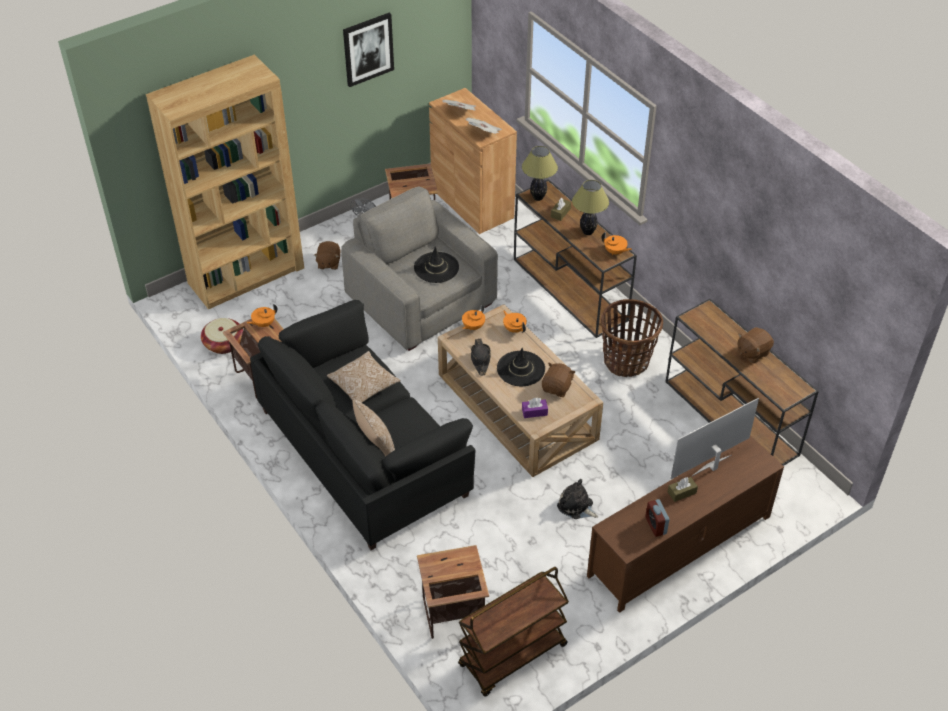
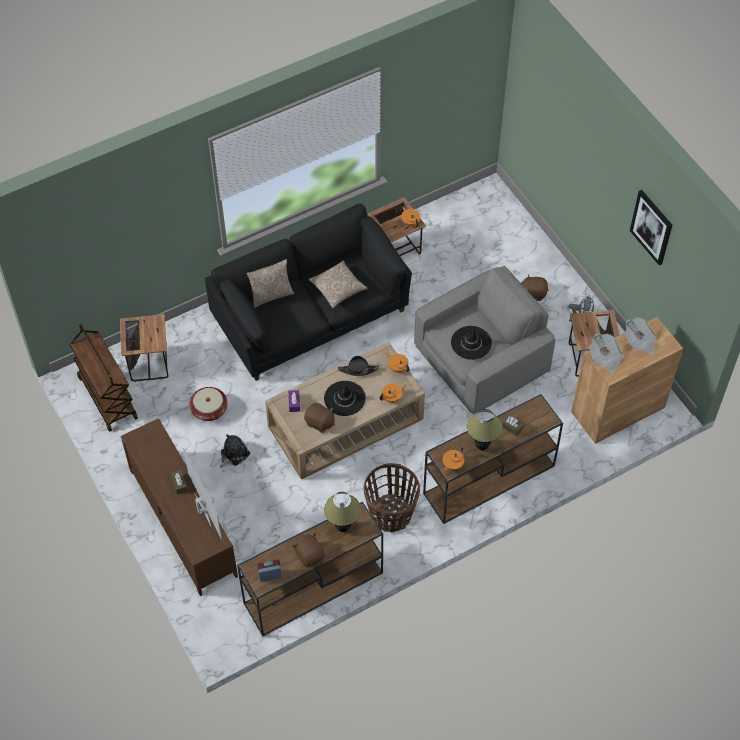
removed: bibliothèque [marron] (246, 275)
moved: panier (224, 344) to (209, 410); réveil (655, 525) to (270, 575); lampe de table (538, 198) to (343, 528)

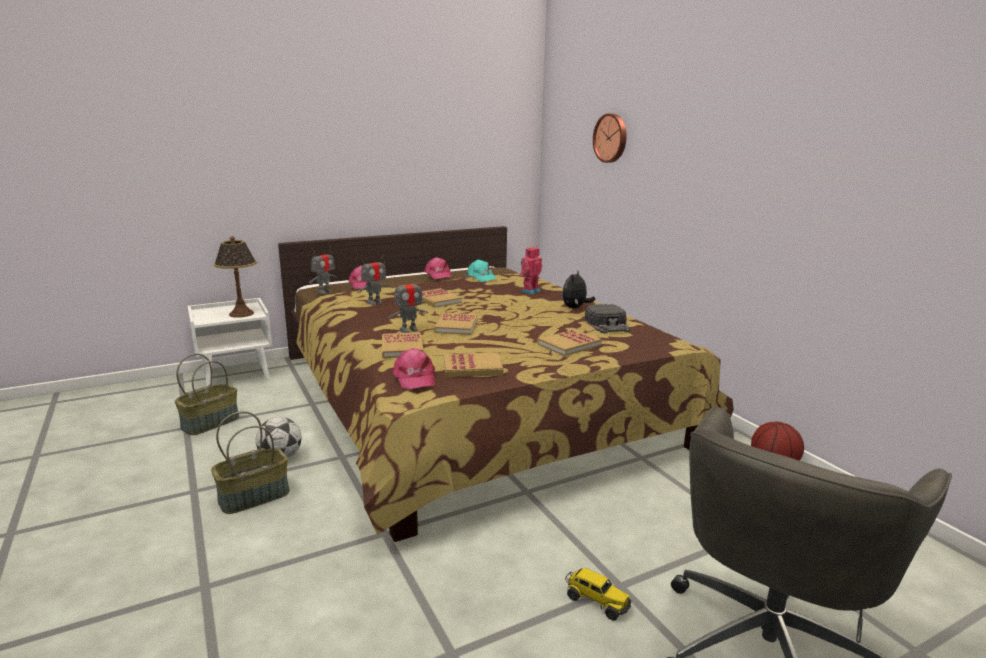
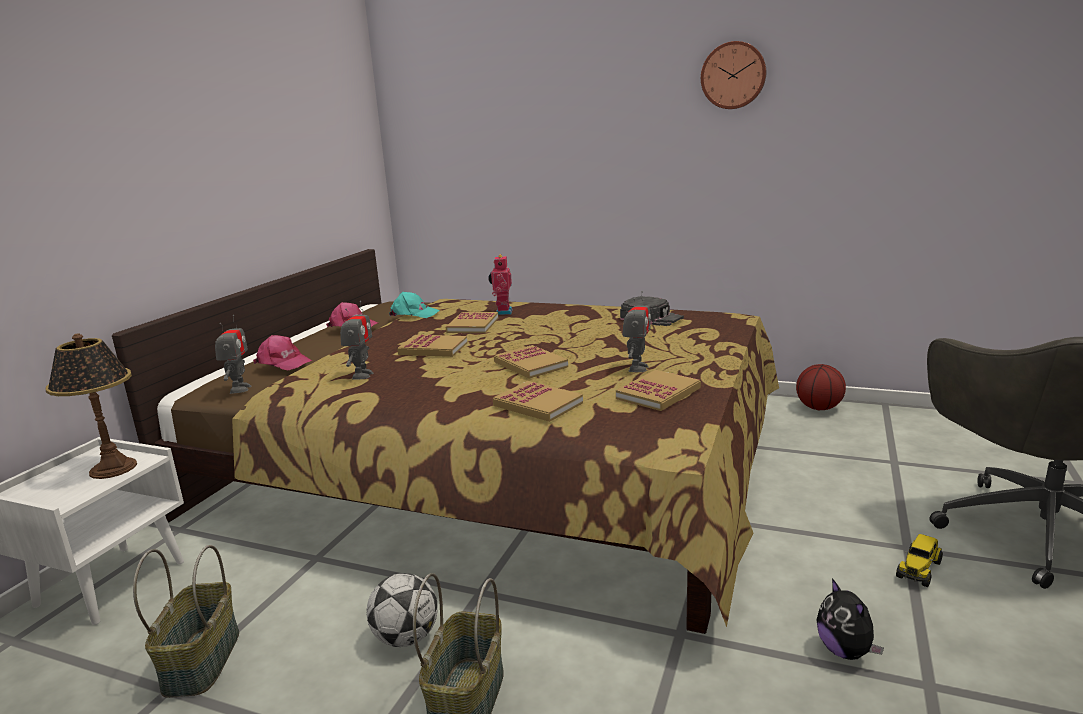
removed: casquette [rose] (414, 378)
moved: livre (569, 345) to (473, 325); robot jouet (409, 330) to (637, 368); horloge murale (611, 138) to (733, 75); peluche (575, 308) to (845, 651)
turned: camion jouet (596, 601) = (919, 569) 135 degrees clockwise

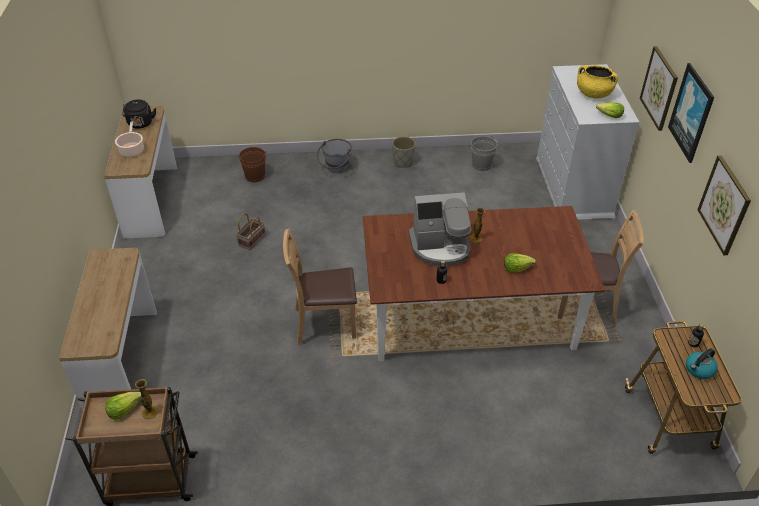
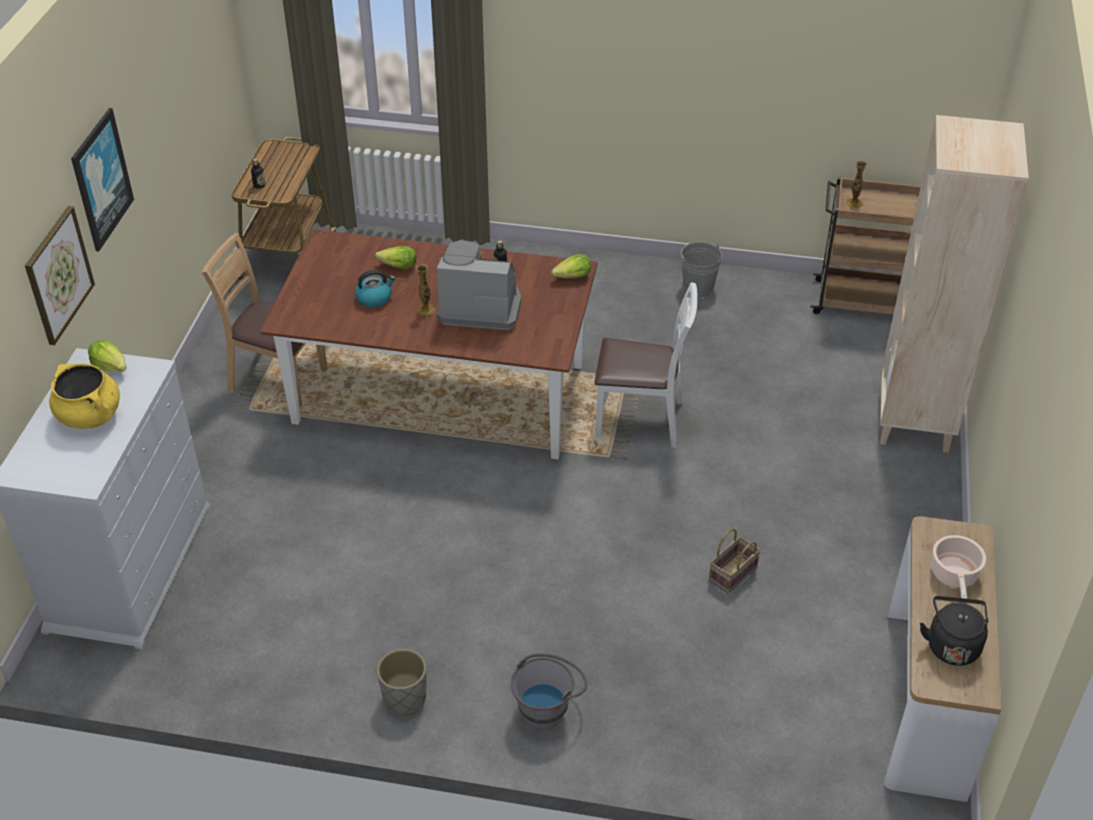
removed: seau [marron] (255, 176); tableau (724, 205)
moved: bouilloire (699, 370) to (374, 298); laitue (124, 409) to (573, 277); seau [gris] (481, 165) to (698, 287)
replaced: table console (124, 362) to bibliothèque [beige] (915, 421)
recoloured: chaise [marron] (324, 324) to chaise [blanc] (641, 420)

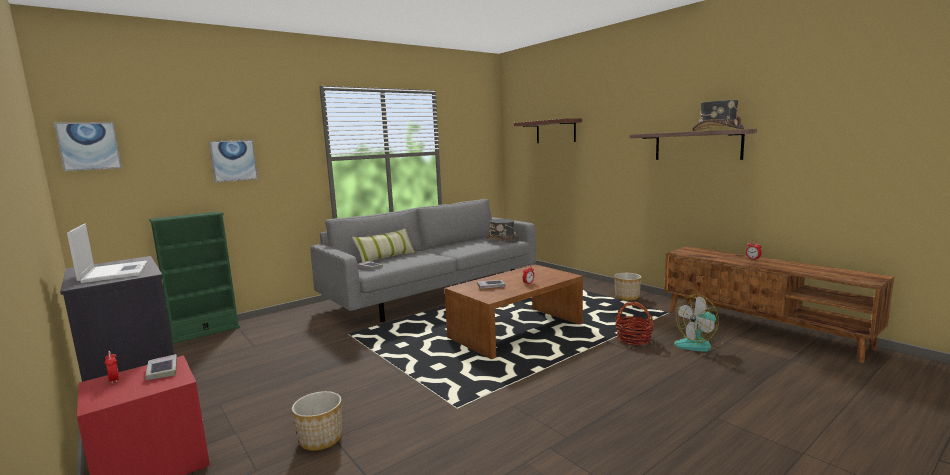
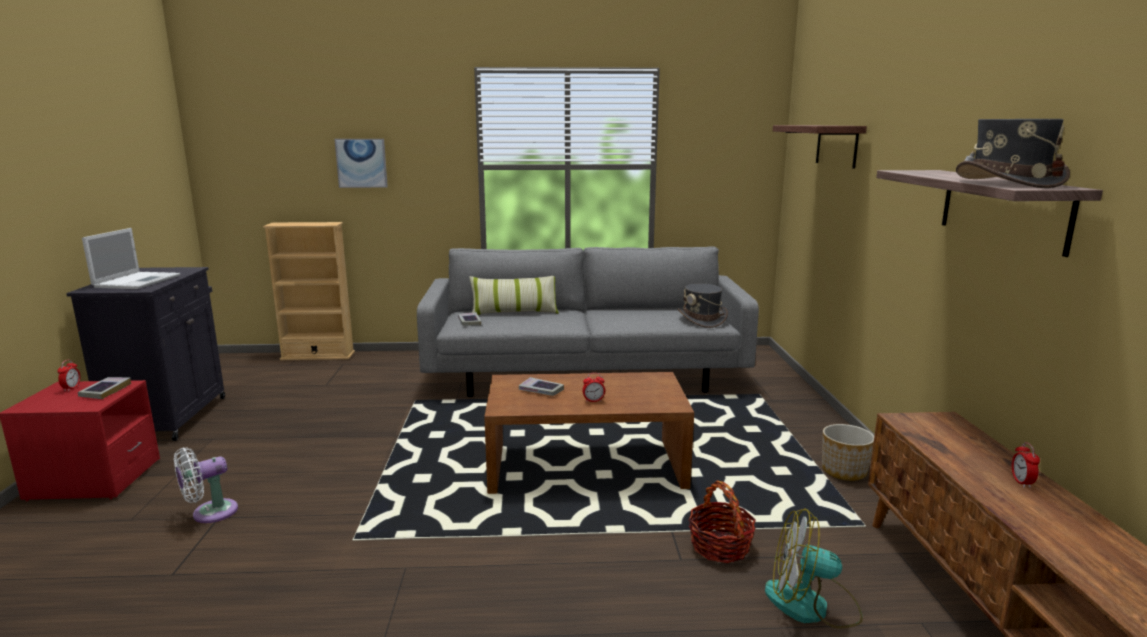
removed: tableau (89, 146)
replaced: cache-pot (321, 439) to ventilateur [blanc] (210, 513)
recoloured: bibliothèque [vert] (205, 332) to bibliothèque [beige] (318, 356)

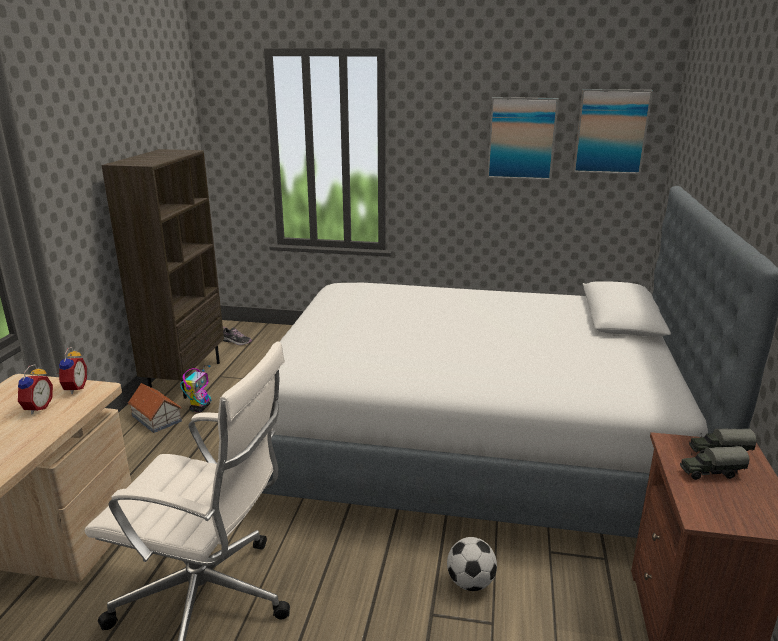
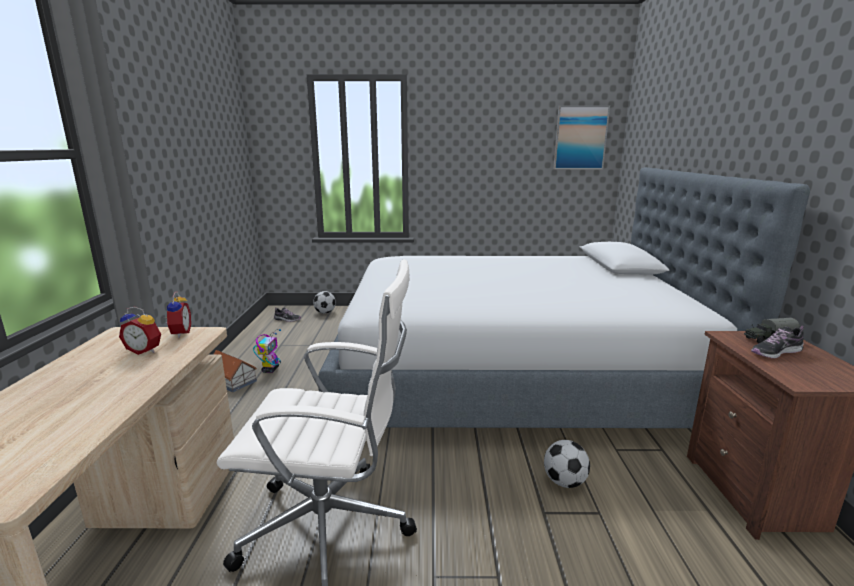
removed: bibliothèque [marron] (185, 377); tableau (521, 138)
added: ballon de foot (325, 312)
replaced: camion jouet (710, 473) to chaussure (775, 352)
turned: réveil (36, 408) = (145, 350) 105 degrees clockwise

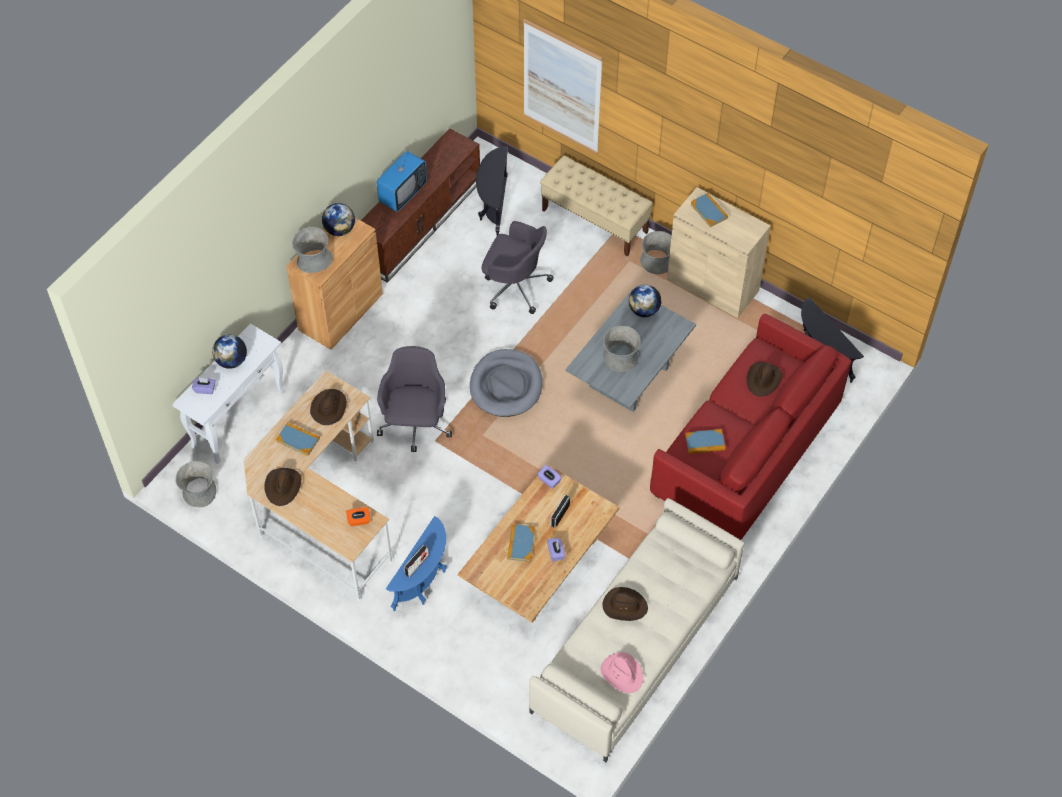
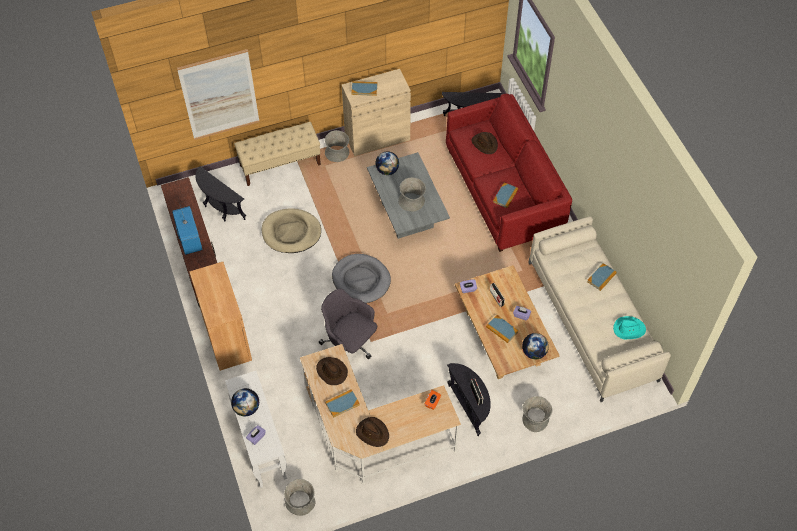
removed: chapeau [marron] (624, 606)
added: livre (601, 277)
moved: globe (339, 230) to (534, 352); vase [gris] (314, 260) to (535, 419)
replaced: chaise de bureau [gris] (515, 286) to panier pour chien [beige] (291, 232)
recoloured: table d'appoint [bleu] (423, 582) to table d'appoint [noir] (469, 407); chapeau [rose] (622, 673) to chapeau [turquoise] (629, 329)

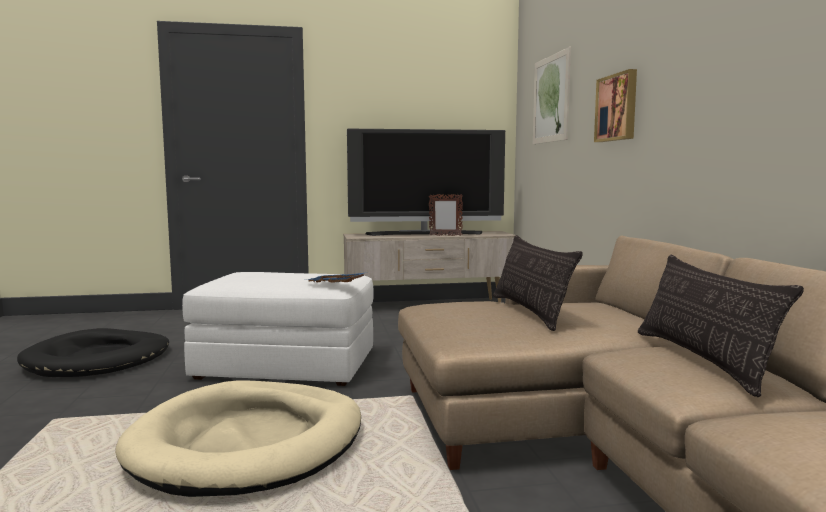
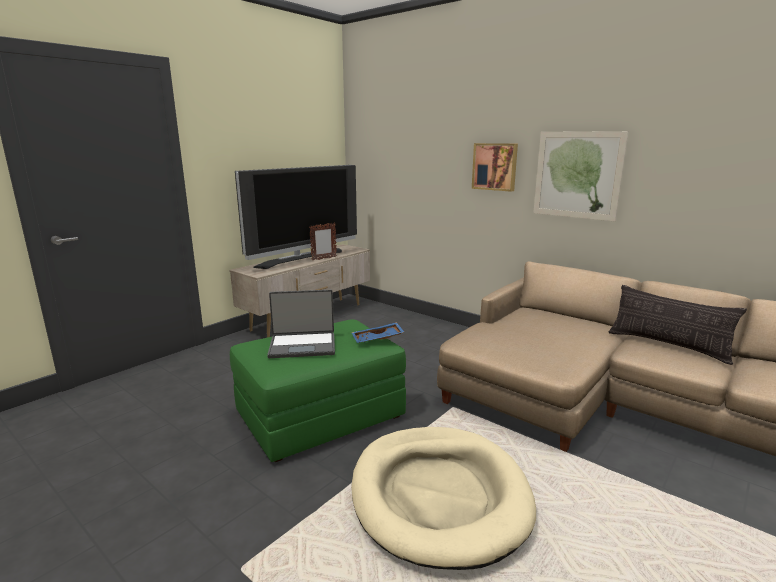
removed: panier pour chien [noir] (99, 359); coussin (529, 311)
added: ordinateur portable (303, 346)
moved: tableau (551, 99) to (577, 175)
recoloured: pouf [blanc] (287, 365) to pouf [vert] (321, 415)

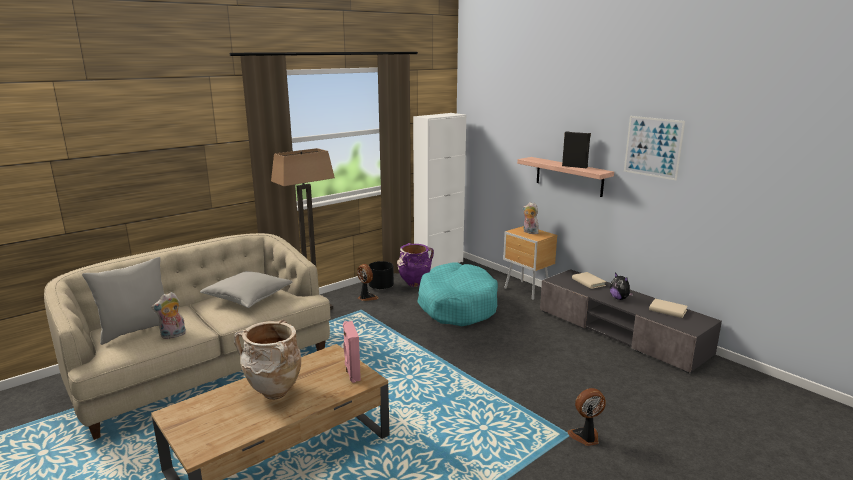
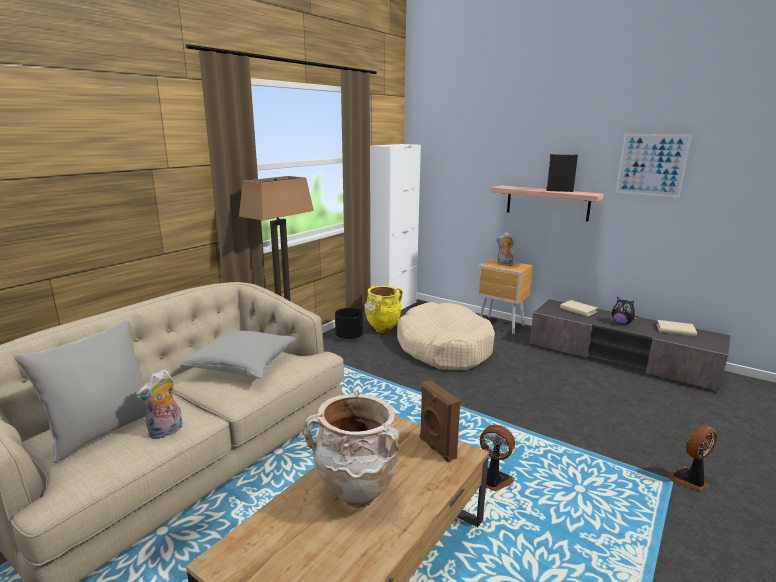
moved: ventilateur (366, 298) to (493, 481)
recoloured: vase [violet] (414, 284) to vase [jaune] (382, 330); panier pour chien [turquoise] (457, 306) to panier pour chien [beige] (444, 348); enceinte [rose] (351, 372) to enceinte [marron] (436, 448)

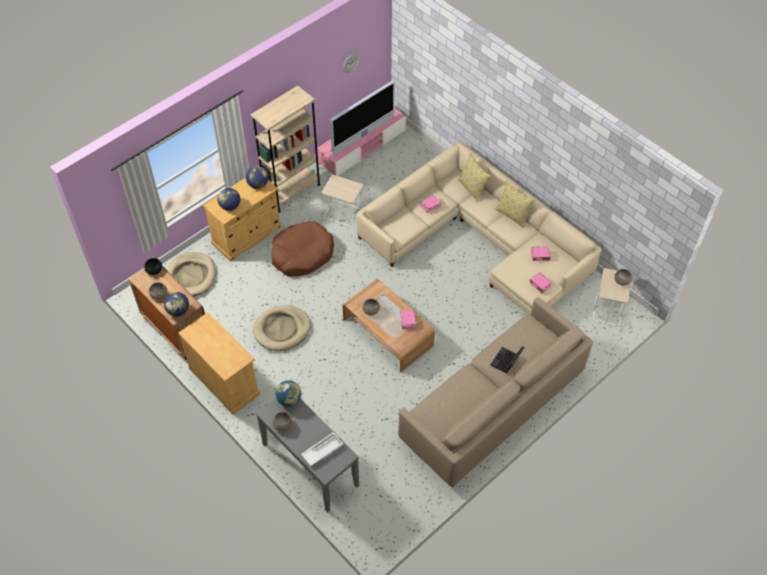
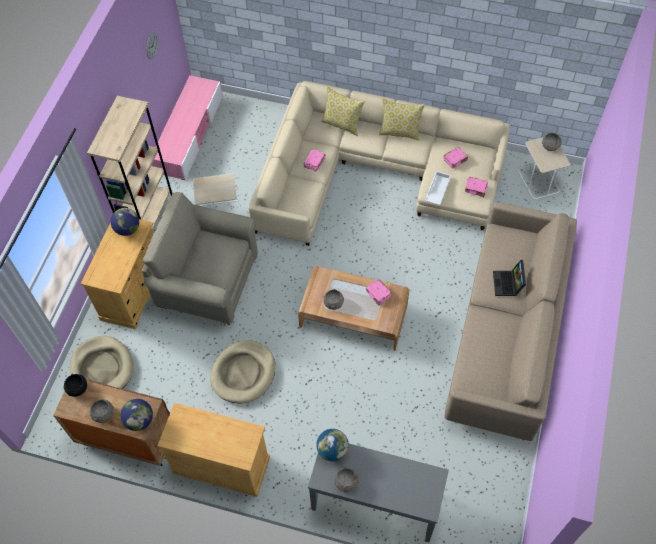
removed: globe (230, 206); téléviseur (363, 135)
moved: plateau [blanc] (322, 450) to (437, 190)
replaced: panier pour chien [marron] (302, 254) to fauteuil [beige] (207, 280)

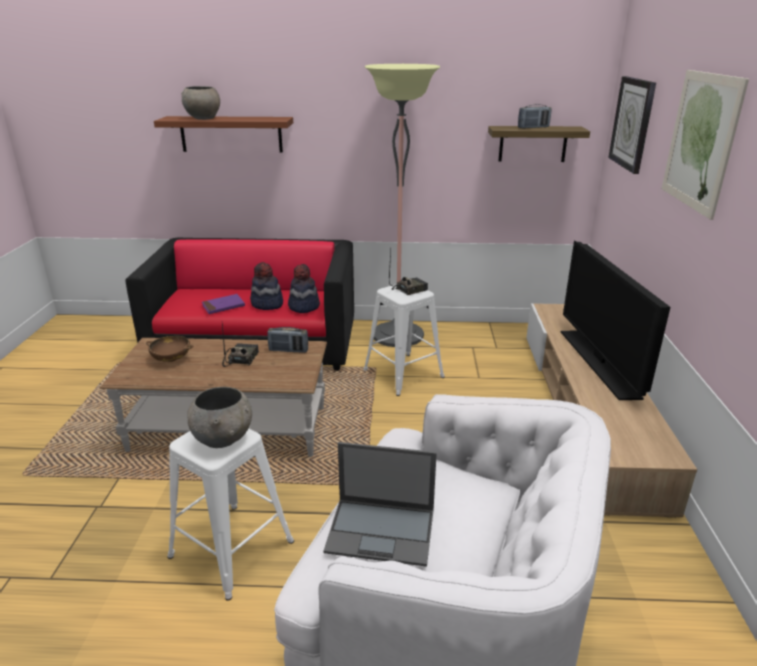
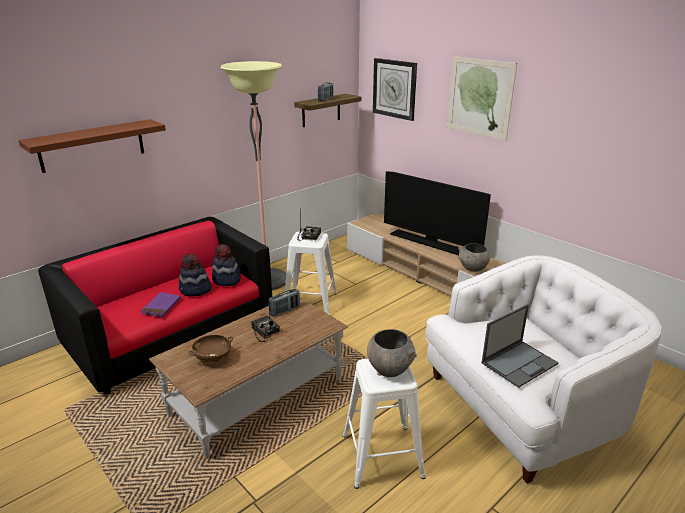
moved: bol [gris] (203, 118) to (472, 268)

